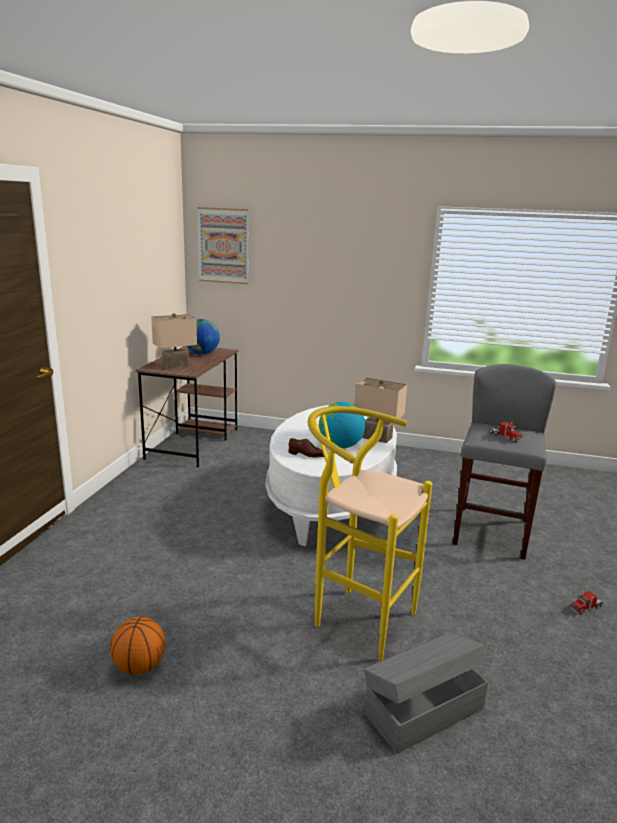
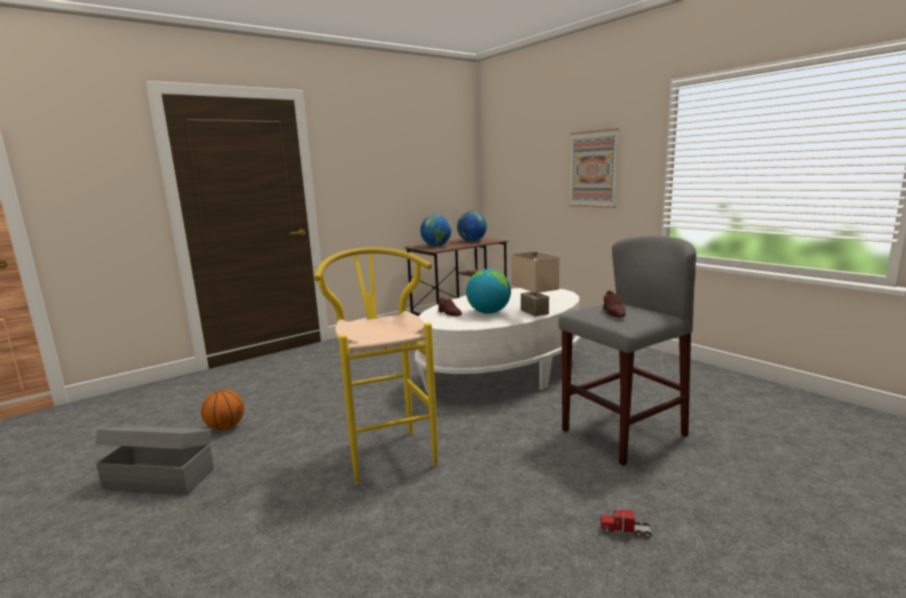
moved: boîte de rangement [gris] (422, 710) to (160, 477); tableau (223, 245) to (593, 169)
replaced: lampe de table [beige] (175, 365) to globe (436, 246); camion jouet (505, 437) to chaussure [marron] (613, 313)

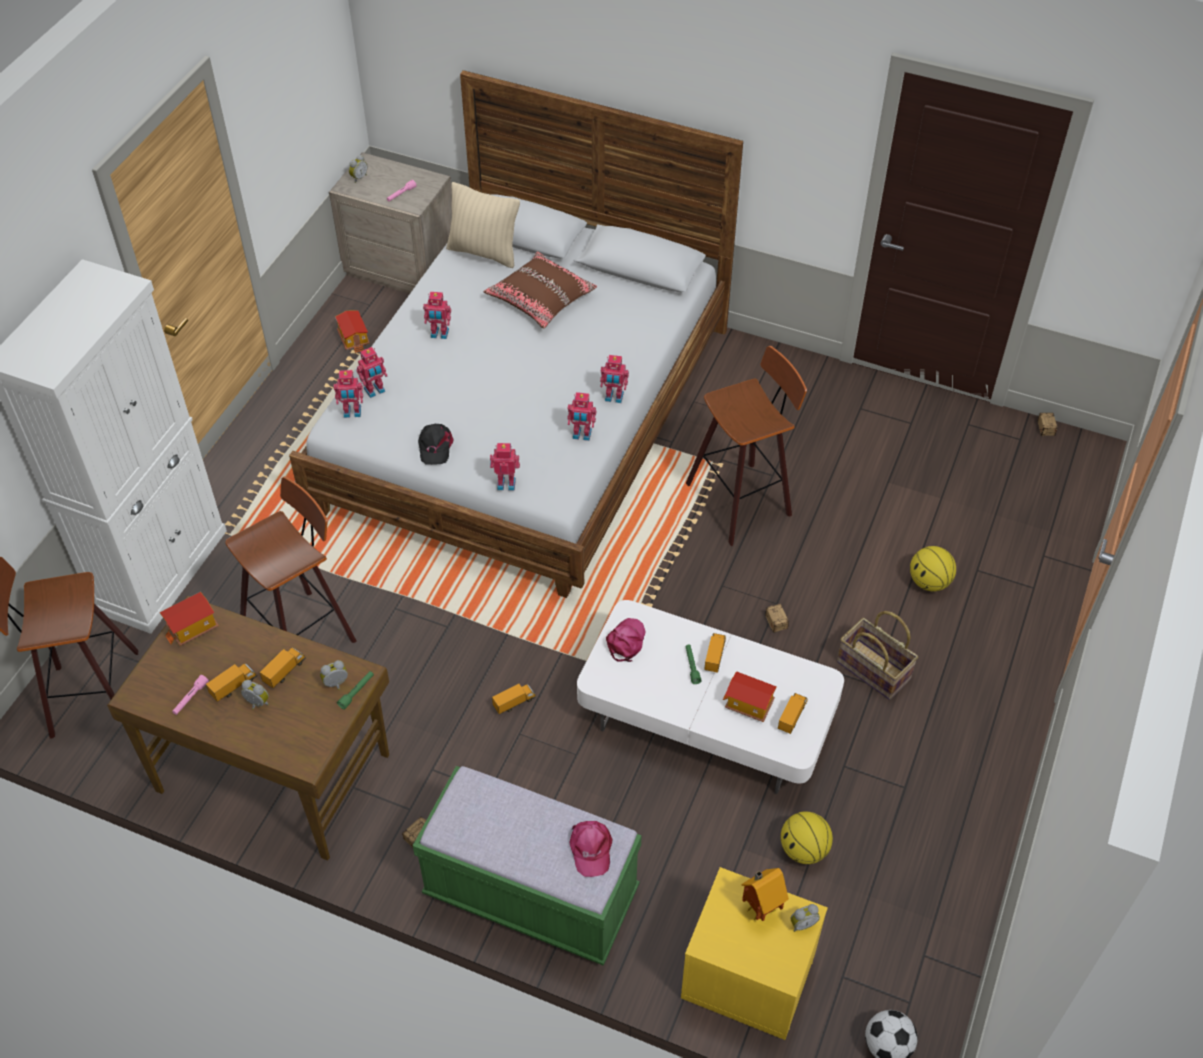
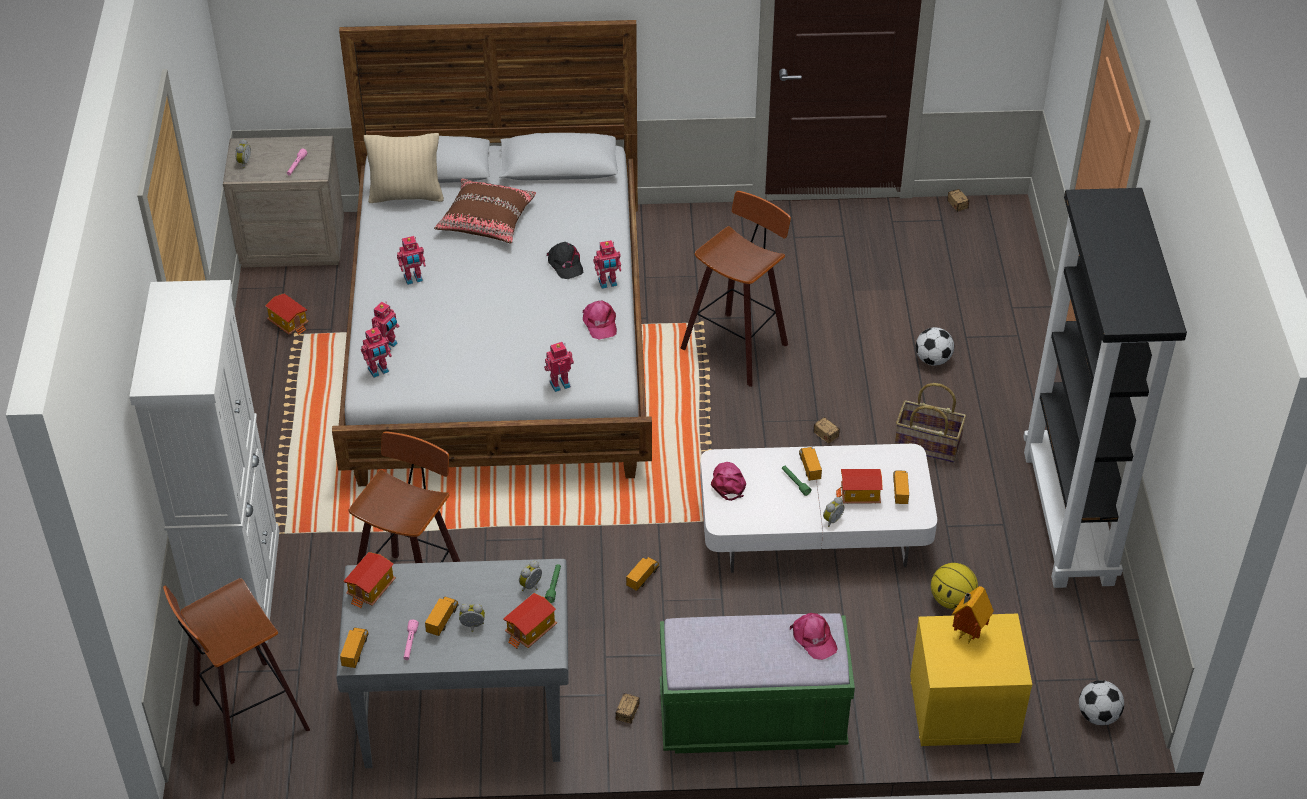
added: maison miniature (531, 631); bibliothèque [noir] (1069, 518)
moved: camion jouet (285, 672) to (355, 652); casquette [noir] (435, 447) to (565, 264); réveil (802, 923) to (831, 520)
replaced: robot jouet (581, 435) to casquette [rose] (599, 323); ballon de basket (929, 582) to ballon de foot (933, 360)
recoloured: bureau [marron] (273, 770) to bureau [gris] (462, 710)

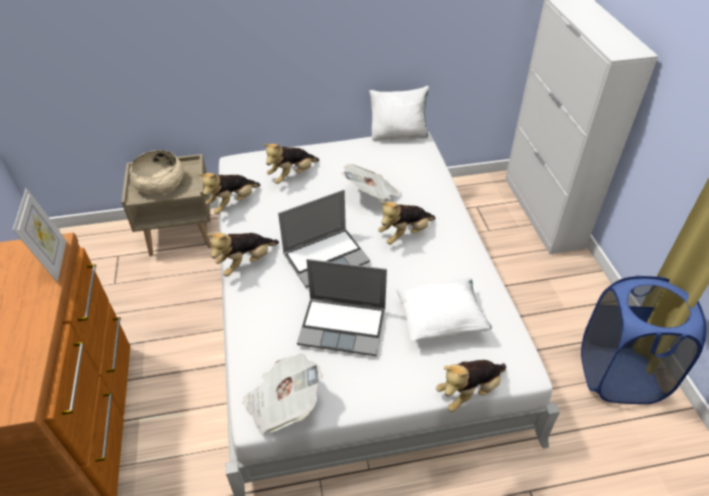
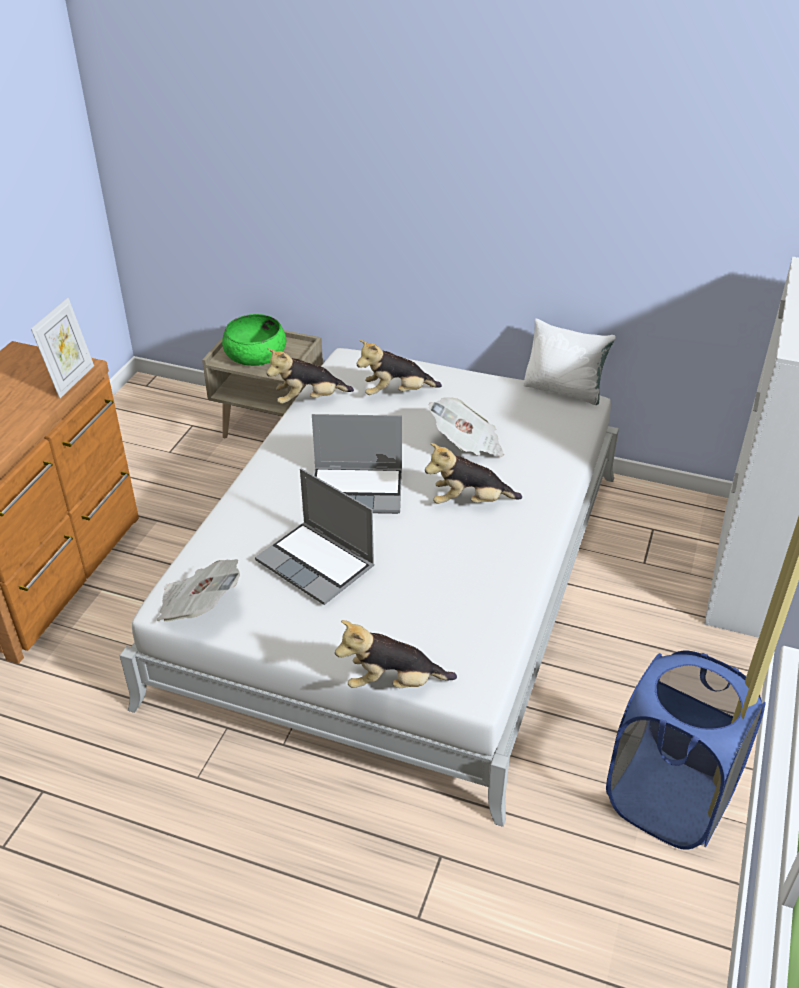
removed: peluche (246, 263); coussin [blanc] (441, 320)
recoloured: bol [beige] (160, 183) to bol [vert] (255, 354)

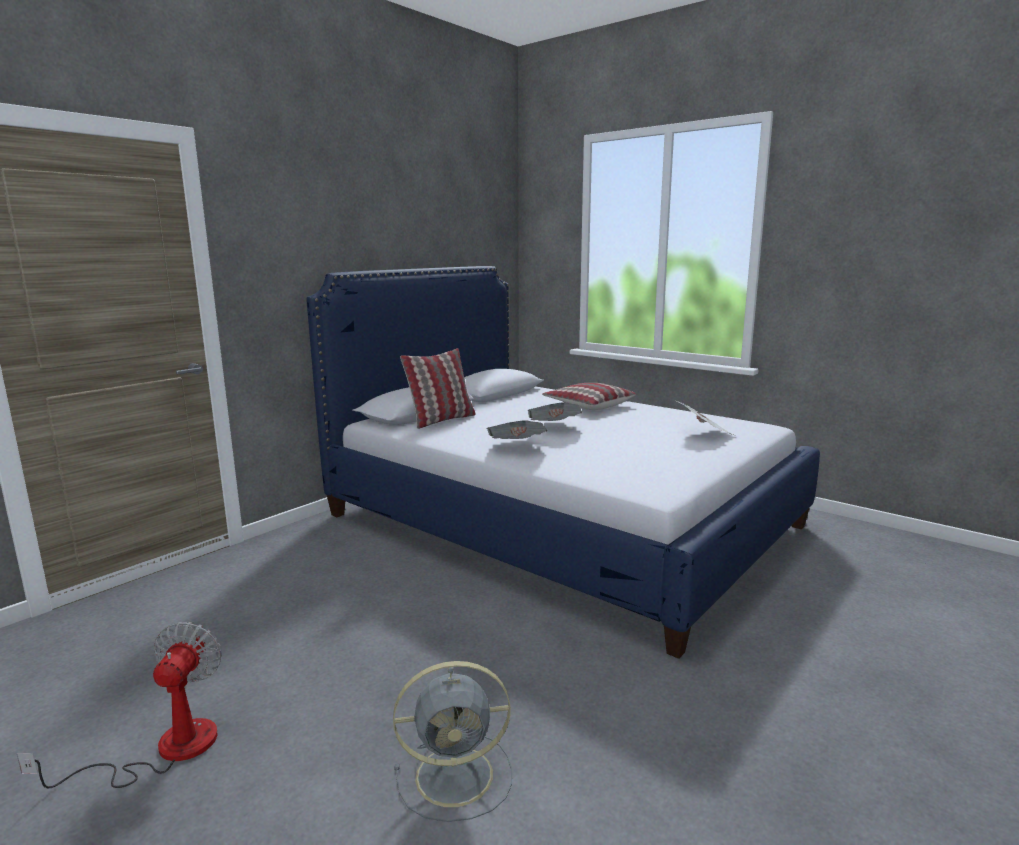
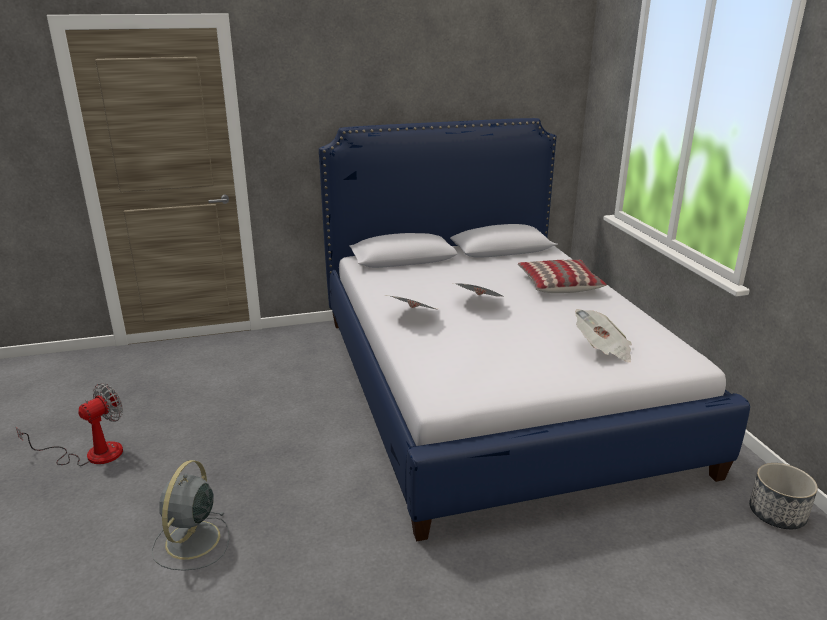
removed: coussin (441, 420)
added: cache-pot (776, 514)
turned: ventilateur [gris] (458, 775) = (191, 542) 75 degrees clockwise

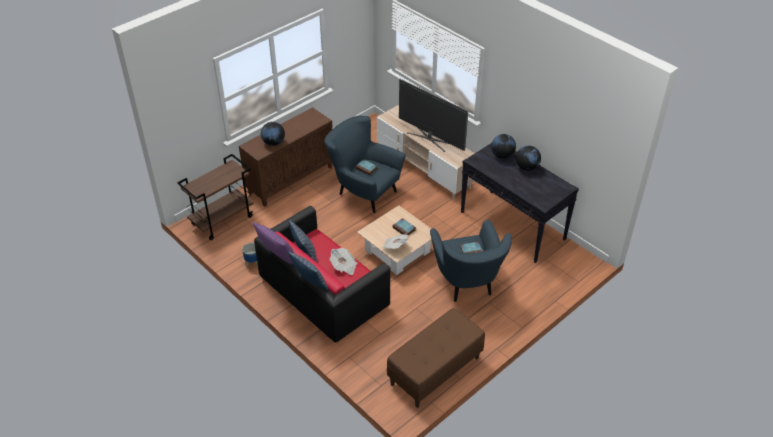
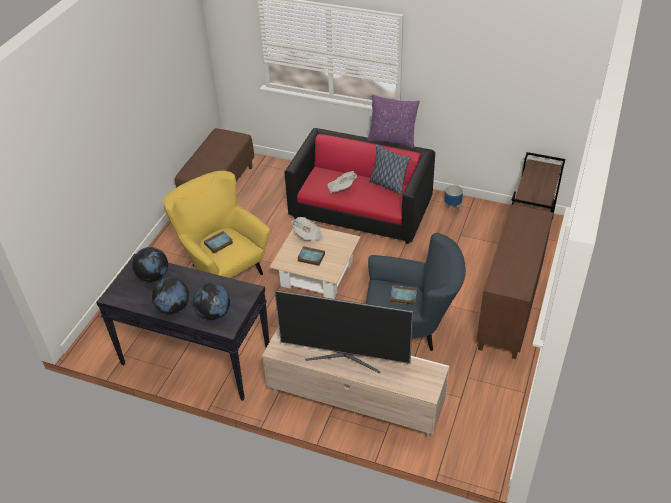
removed: coussin (310, 283)
moved: globe (273, 143) to (153, 276)
recoloured: fauteuil [bleu] (467, 284) to fauteuil [jaune] (223, 268)

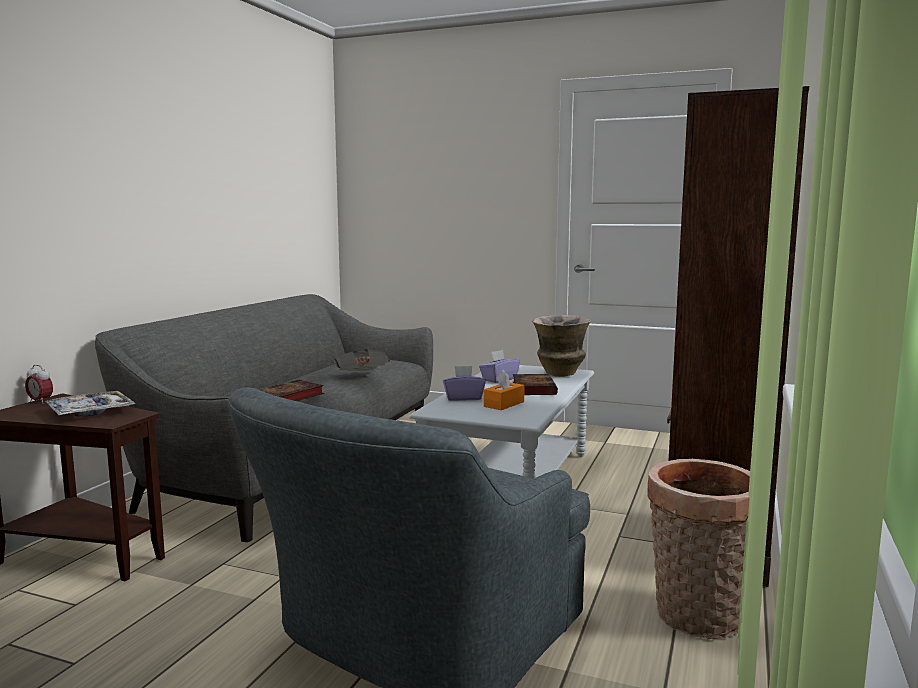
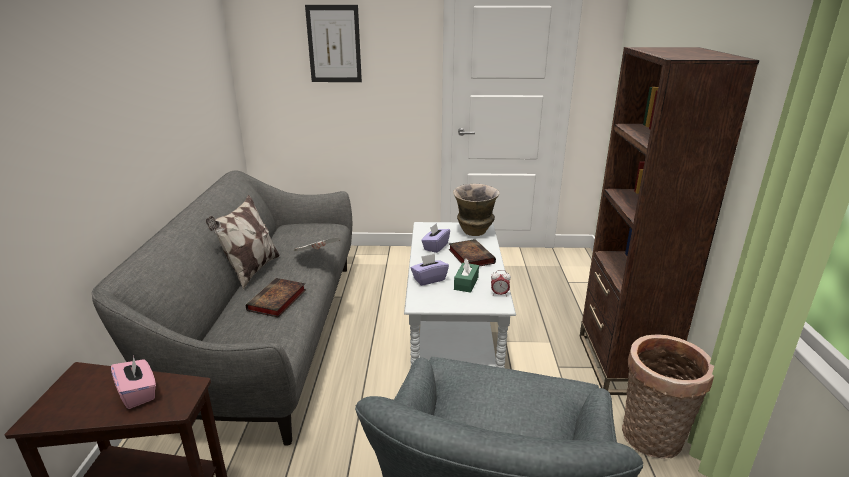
added: coussin (251, 271); tableau (334, 44)
moved: réveil (40, 402) to (499, 294)
replaced: plateau (90, 412) to boîte à mouchoirs [rose] (138, 393)
recoloured: boîte à mouchoirs [orange] (504, 404) to boîte à mouchoirs [vert] (466, 283)

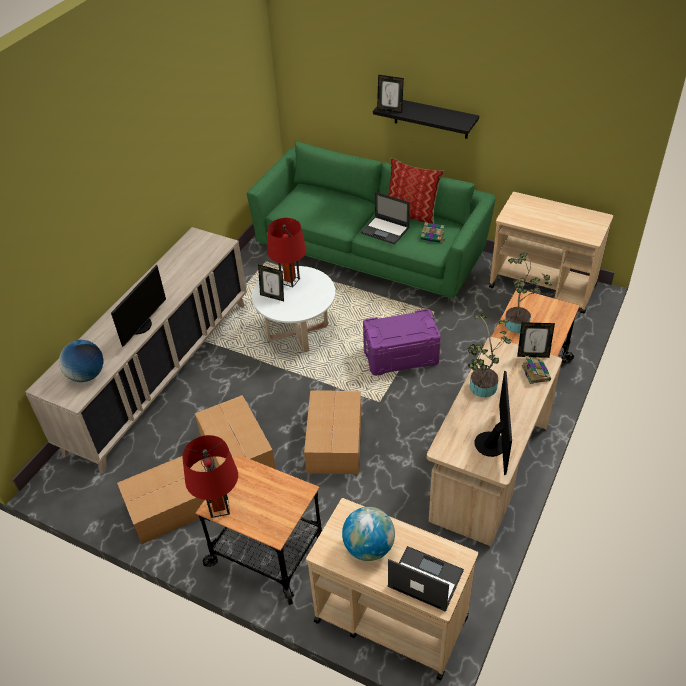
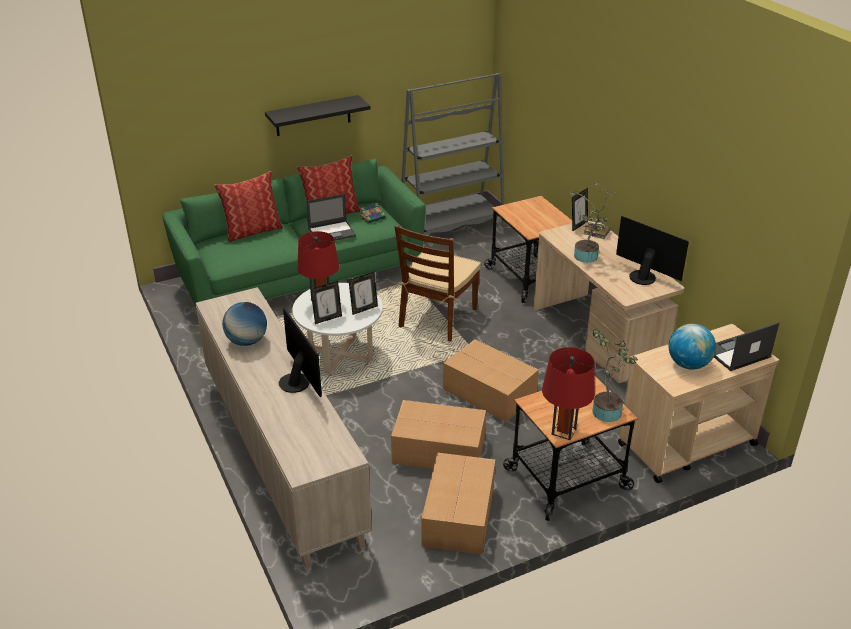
added: coussin (252, 231)
moved: globe (87, 375) to (247, 341); cadre photo (390, 110) to (364, 309); plante en pot (519, 323) to (607, 410)
replaced: boîte de rangement [violet] (400, 355) to chaise [marron] (437, 318); chariot [beige] (543, 286) to bibliothèque [gris] (452, 226)

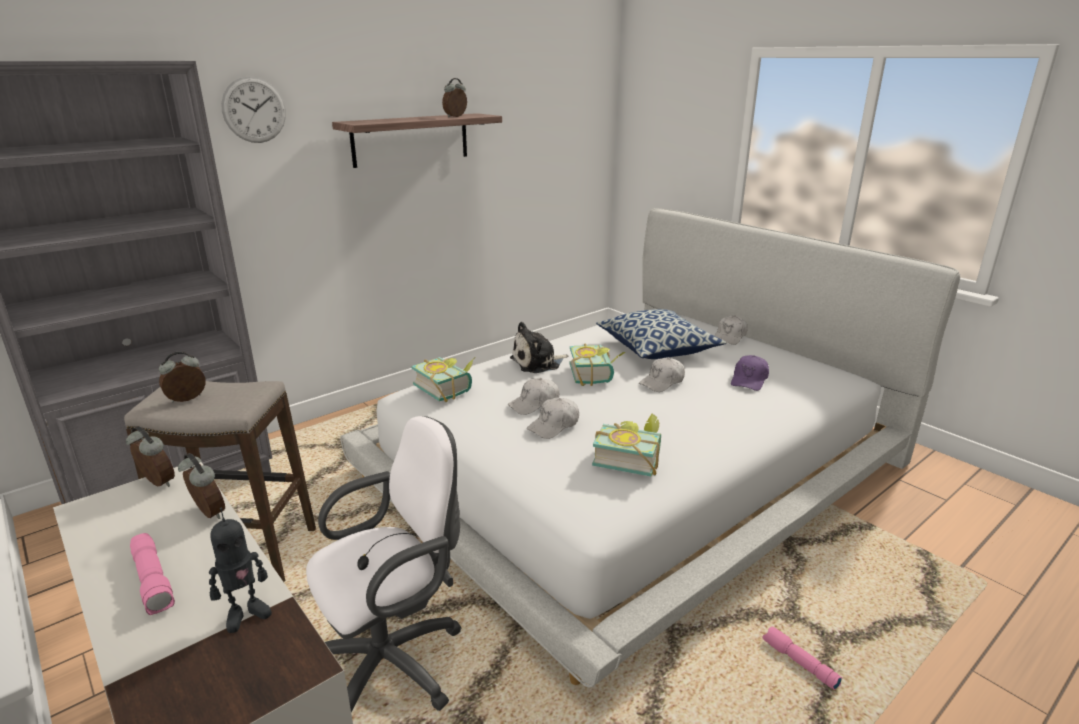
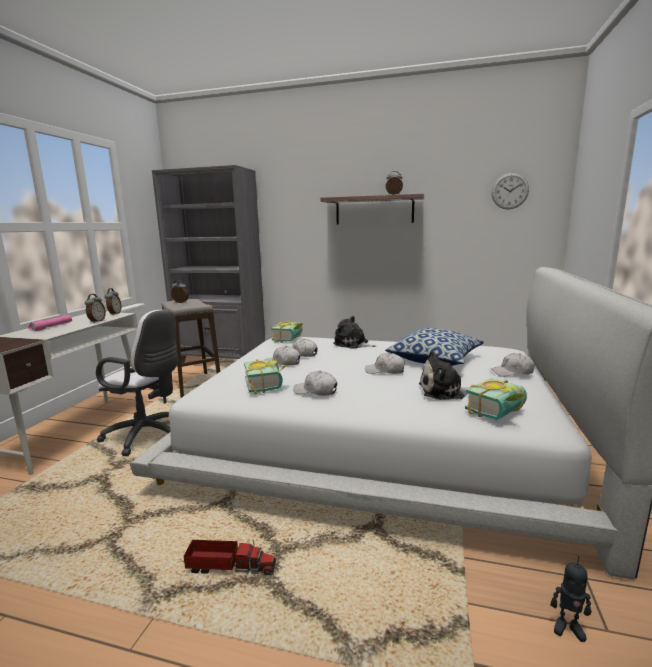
added: casquette [blanc] (316, 391)
moved: livre (596, 375) to (500, 413); horloge murale (254, 110) to (510, 191); robot jouet (246, 614) to (567, 628)
replaced: lampe de poche [rose] (798, 663) to camion jouet (229, 567); casquette [violet] (749, 380) to peluche (444, 391)

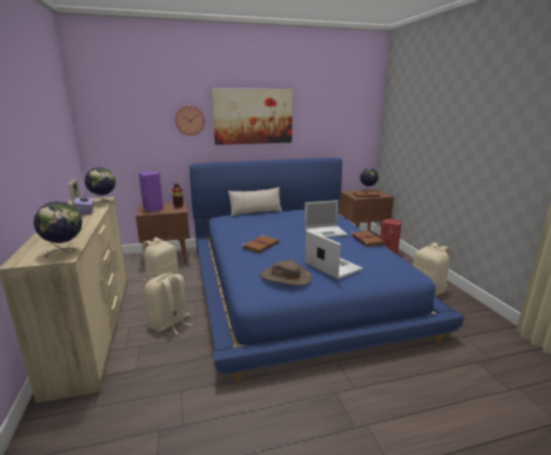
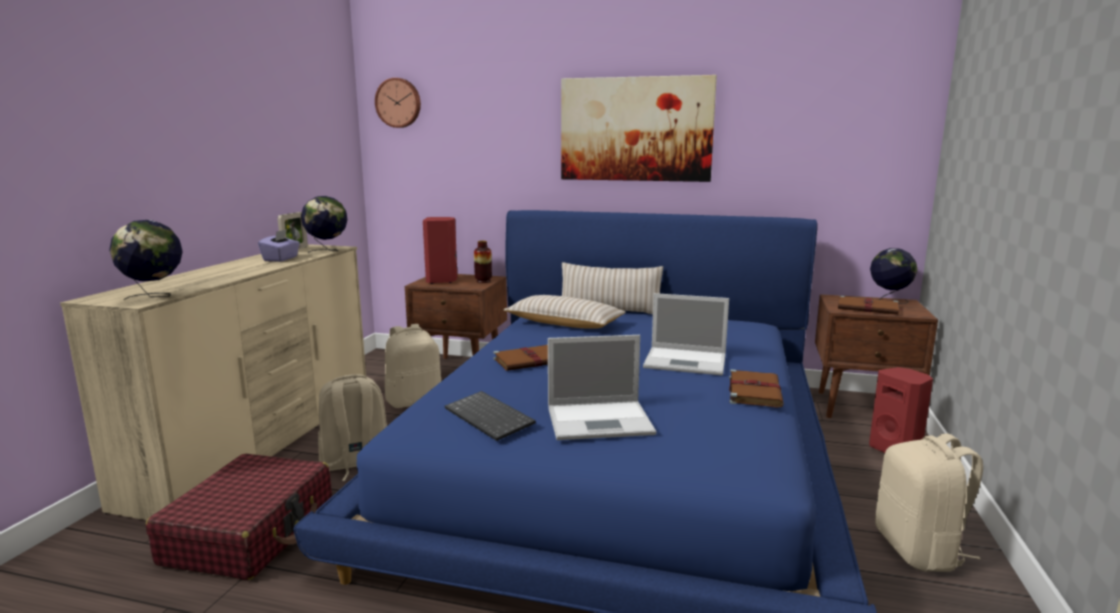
added: valise [rouge] (251, 532); coussin [beige] (564, 324)
moved: horloge murale (190, 120) to (399, 103)
replaced: chapeau [marron] (286, 277) to clavier (491, 417)
recoloured: enceinte [violet] (153, 209) to enceinte [rouge] (442, 281)
turned: ordinateur portable (332, 266) = (601, 420) 90 degrees clockwise

